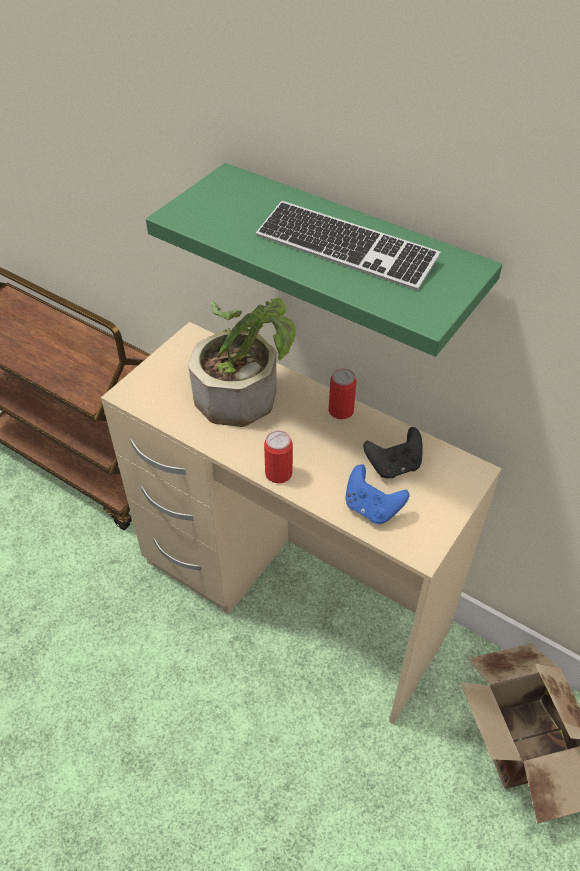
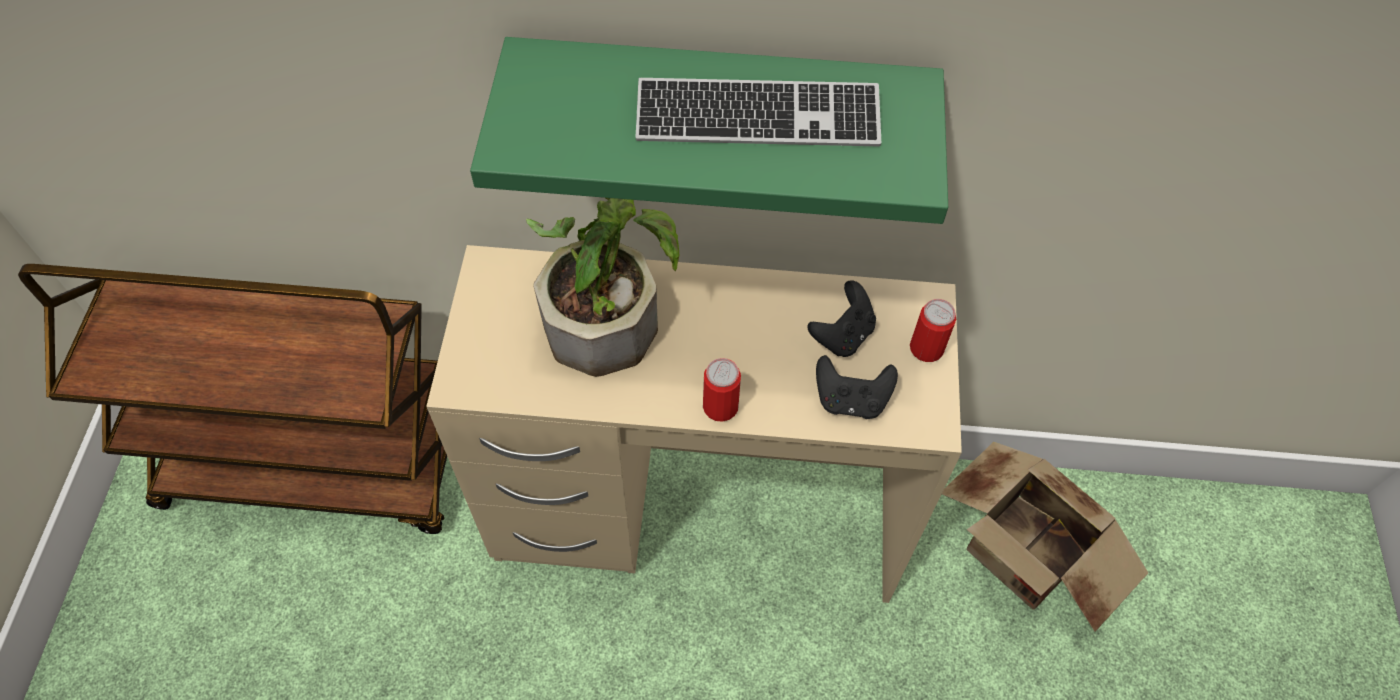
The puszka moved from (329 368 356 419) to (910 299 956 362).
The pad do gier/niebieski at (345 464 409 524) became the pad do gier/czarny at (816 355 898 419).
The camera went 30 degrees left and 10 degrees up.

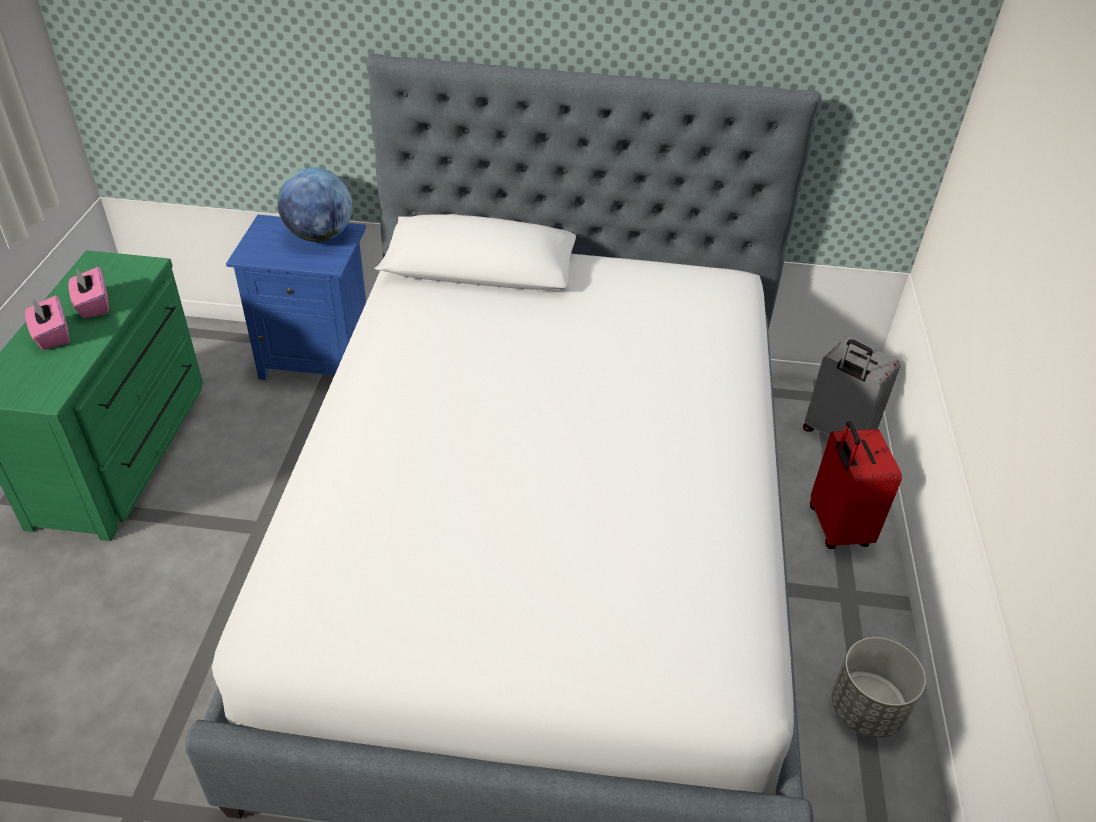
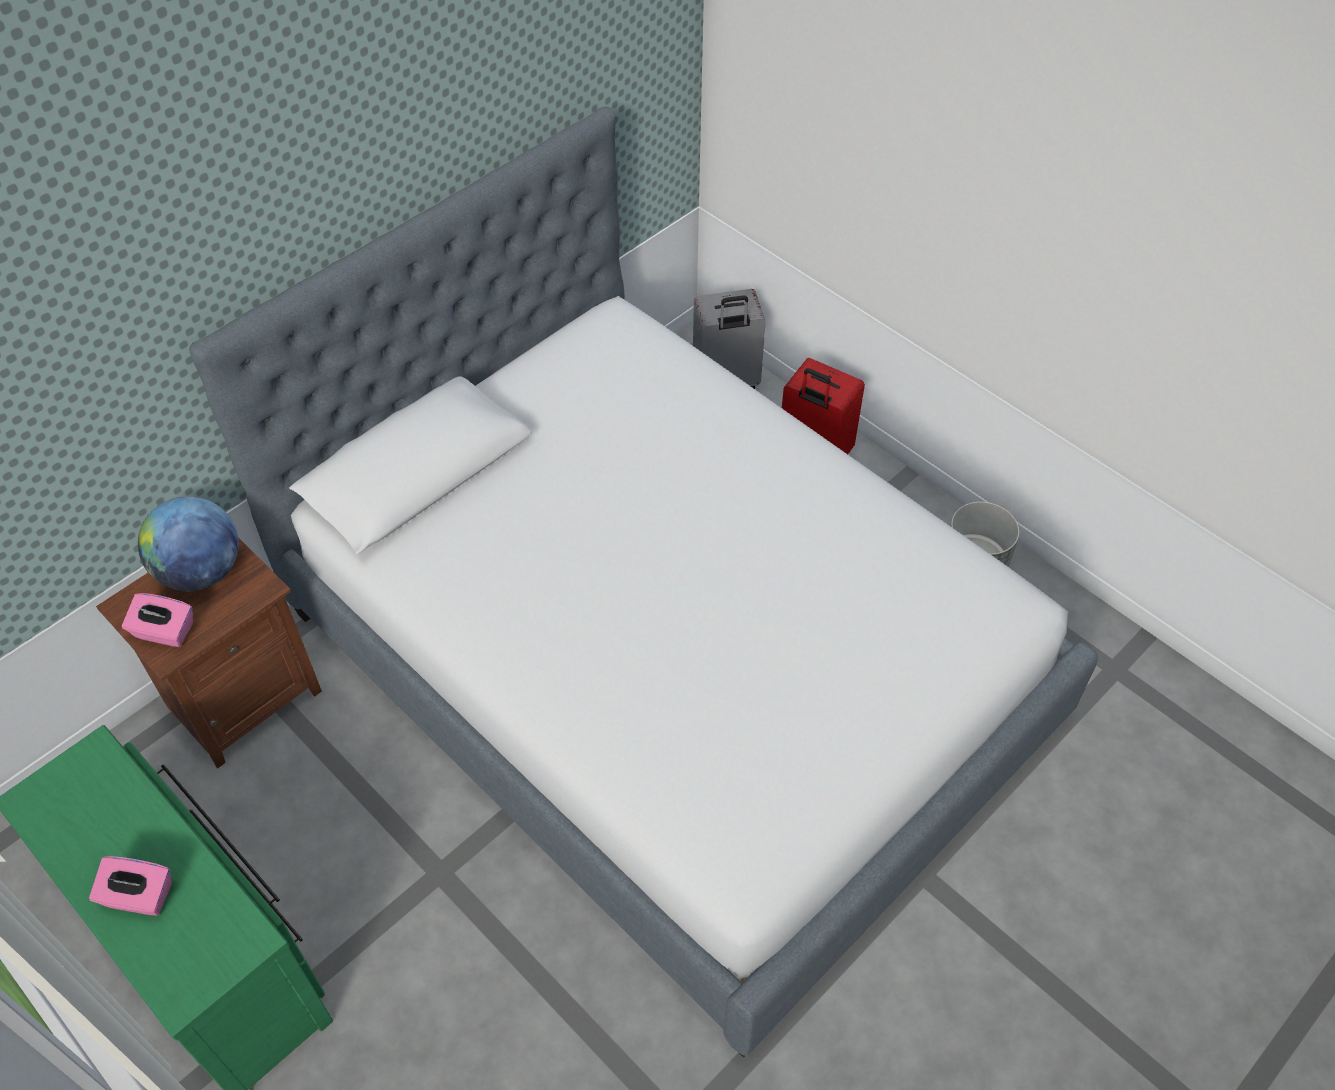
The pudełko chusteczek/różowy moved from (68 267 109 318) to (122 593 193 647).
The szafka nocna/niebieski at (226 215 366 380) became the szafka nocna/brązowy at (96 537 322 769).
The camera went 50 degrees left and 10 degrees up.

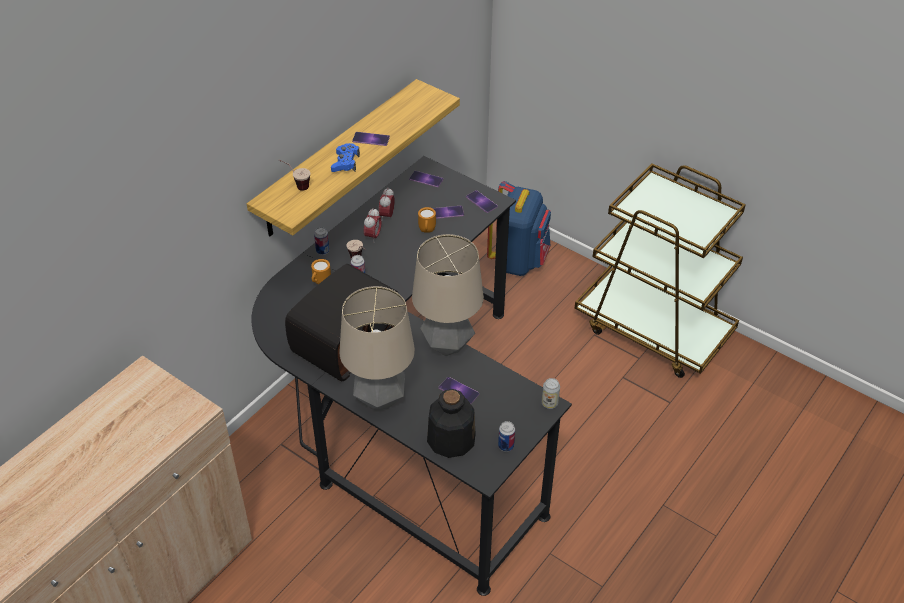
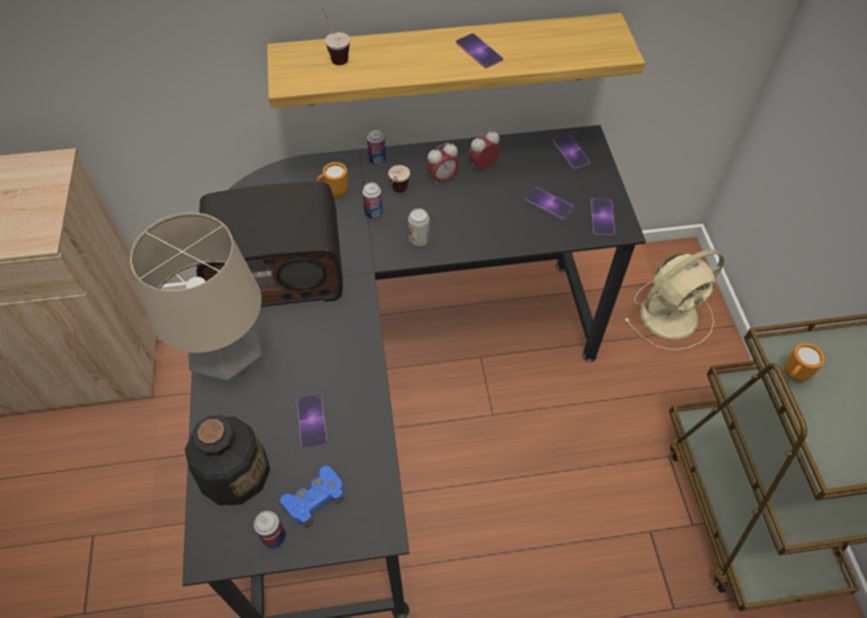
The lampa stołowa at (412 234 484 356) disappeared.
The pad do gier/niebieski moved from (331 143 360 172) to (280 466 344 528).
The kubek/pomarańczowy moved from (418 207 436 233) to (784 343 825 382).
The puszka moved from (542 378 560 409) to (408 208 430 247).
The plecak/niebieski at (487 181 551 276) was replaced by the wentylator/beżowy at (624 249 724 351).
The camera went 45 degrees right and 10 degrees up.

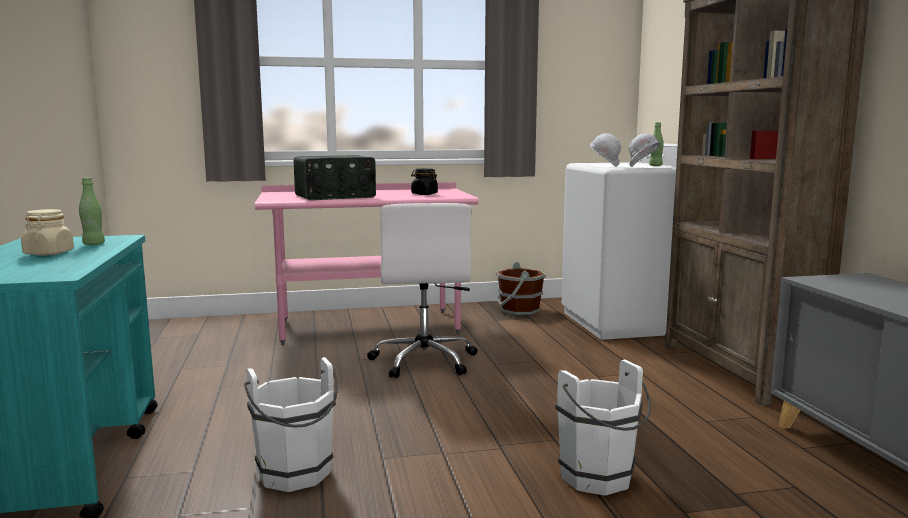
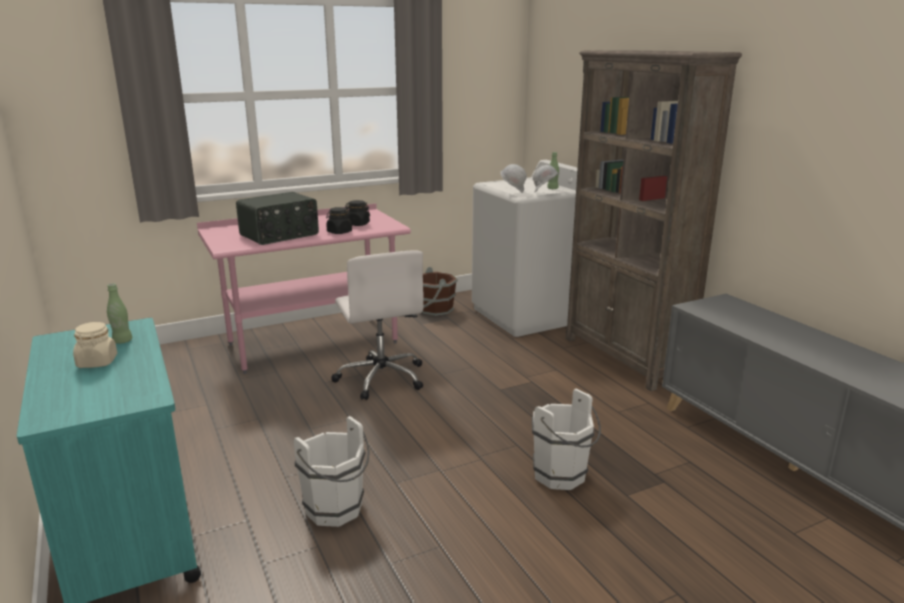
The słoik/czarny at (326 207 352 234) appeared.
The camera went 15 degrees left and 10 degrees up.

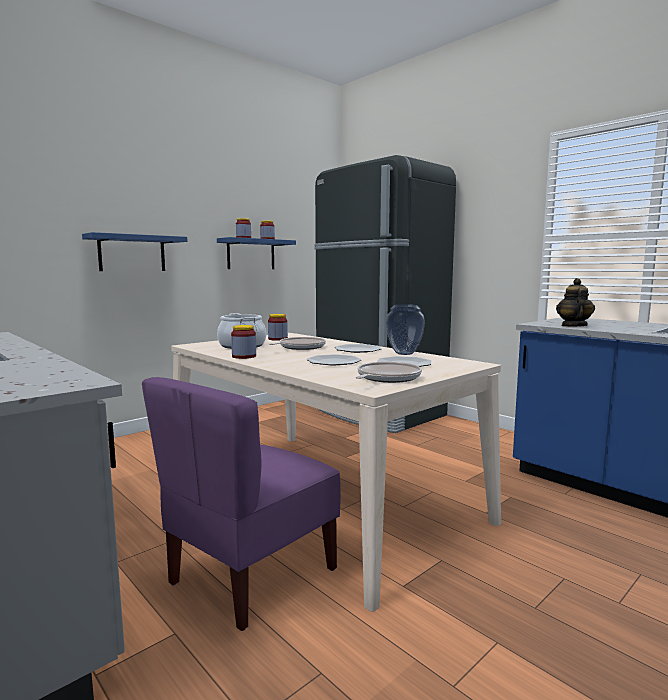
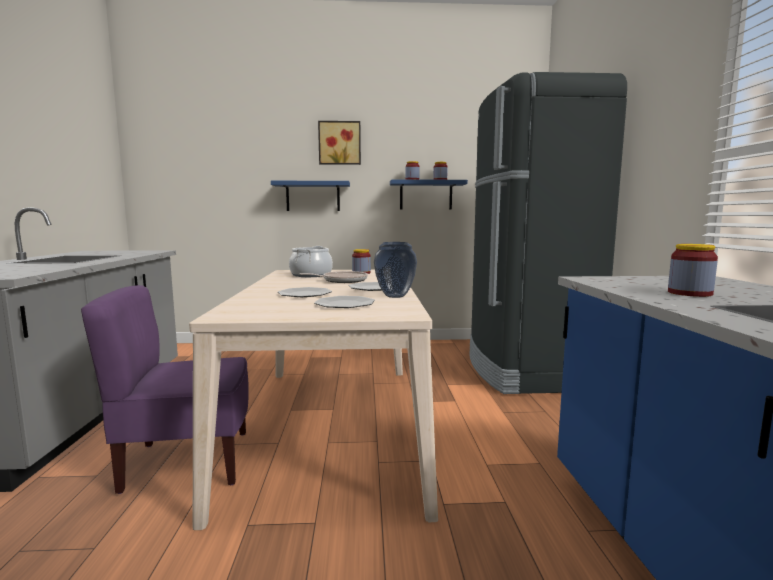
The patelnia at (356 362 422 383) disappeared.
The imbryk at (556 278 595 327) disappeared.
The obraz at (318 121 361 165) appeared.
The słoik moved from (231 325 256 359) to (668 244 718 297).
The camera went 40 degrees right and 0 degrees up.

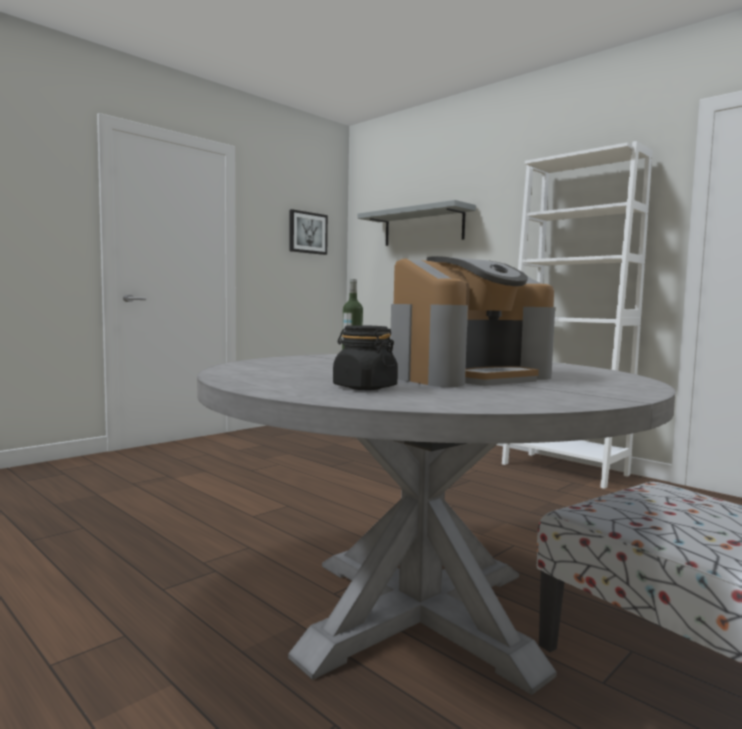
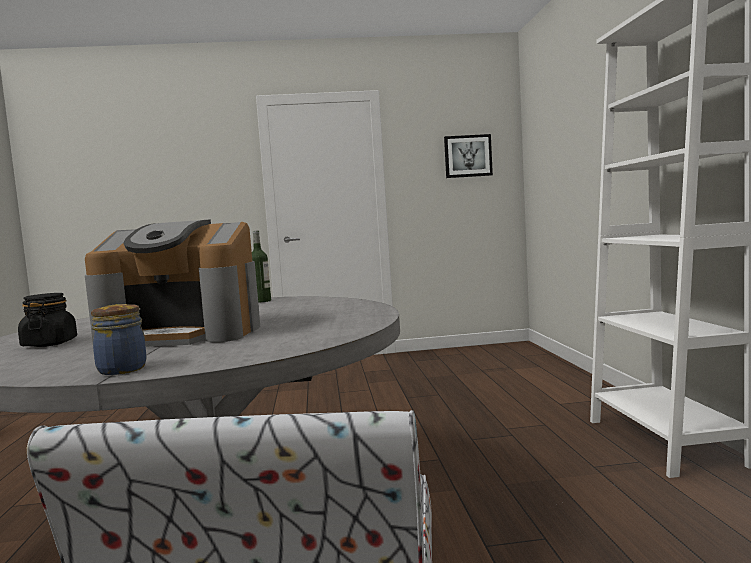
The półka/szary at (357 200 476 246) disappeared.
The słoik at (91 304 147 375) appeared.
The camera went 40 degrees right and 0 degrees up.

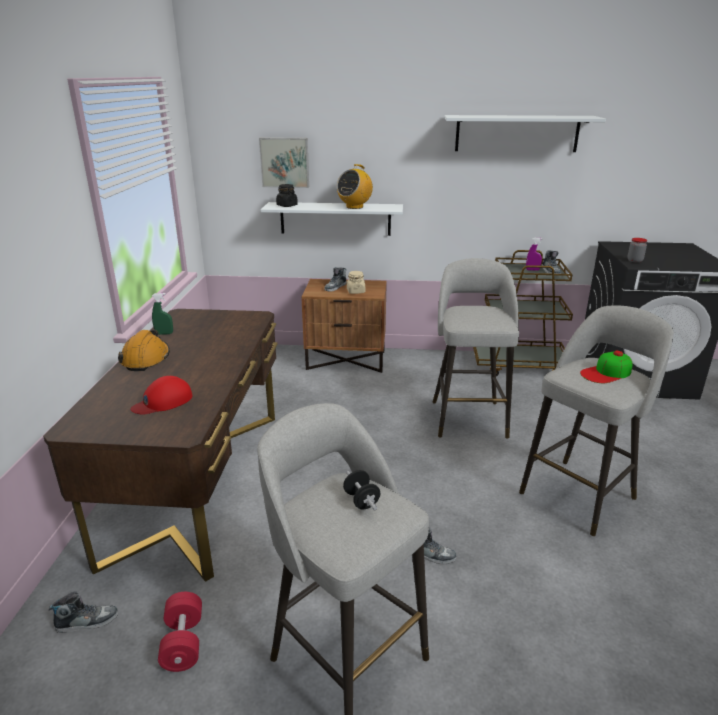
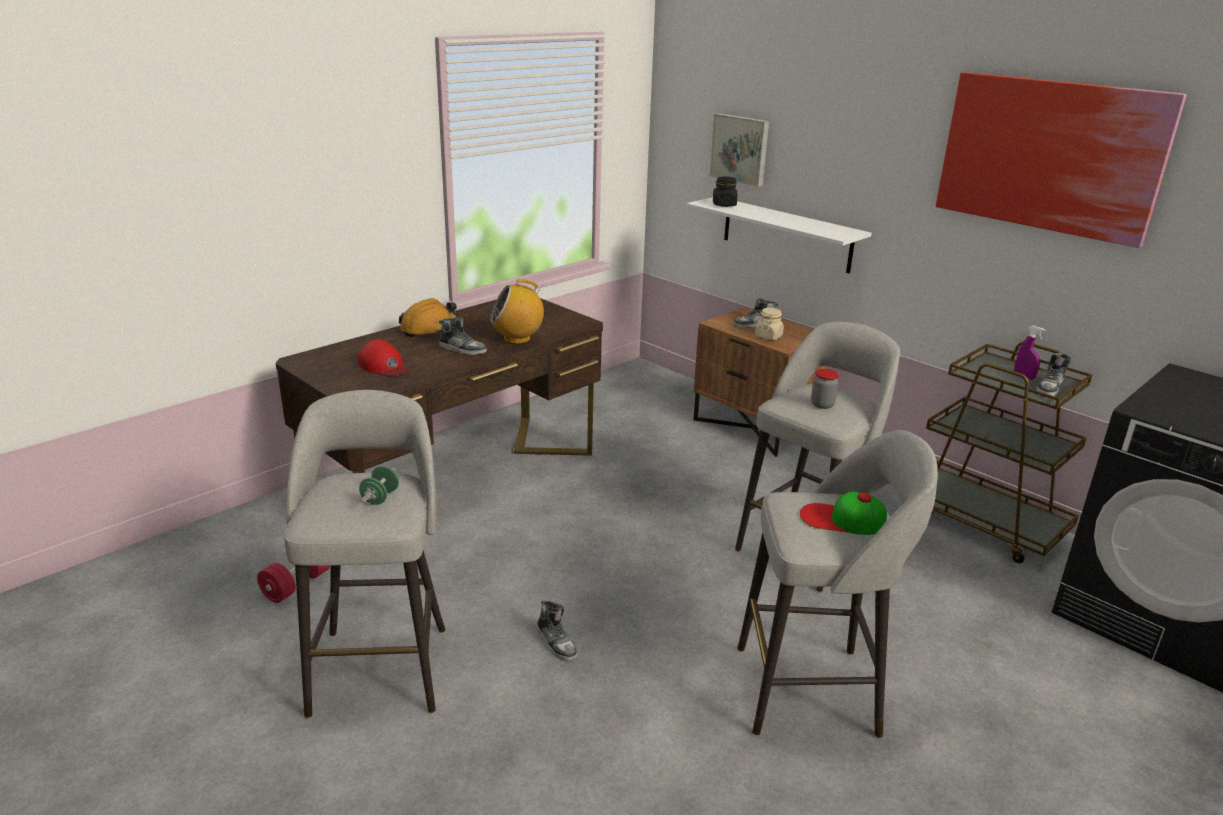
The spryskiwacz/zielony at (152 293 173 335) disappeared.
The but moved from (49 591 118 633) to (439 317 487 355).
The radio moved from (337 164 373 209) to (490 279 544 344).
The słoik moved from (627 238 647 263) to (811 369 839 409).
The półka/biały at (444 115 606 152) was replaced by the obraz at (936 72 1187 248).
The hantel/czarny at (343 470 380 510) became the hantel/zielony at (359 466 399 505).
The czapka z daszkiem/czerwony at (130 376 192 415) turned 135 degrees counterclockwise.
The camera went 40 degrees right and 0 degrees up.

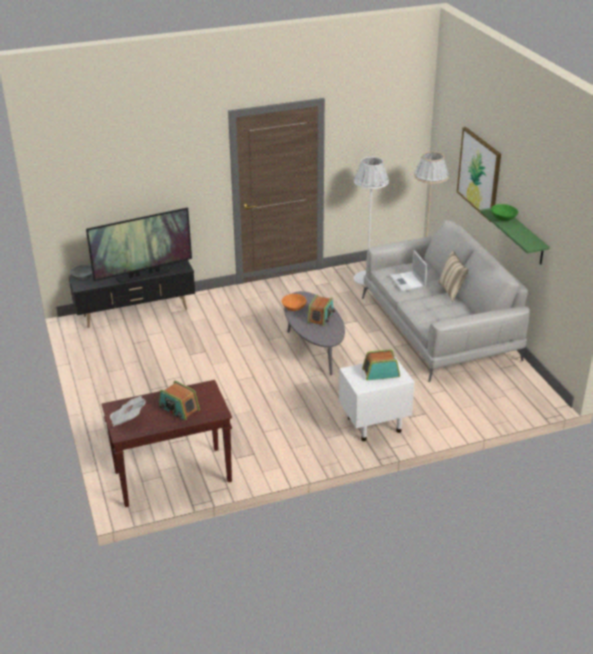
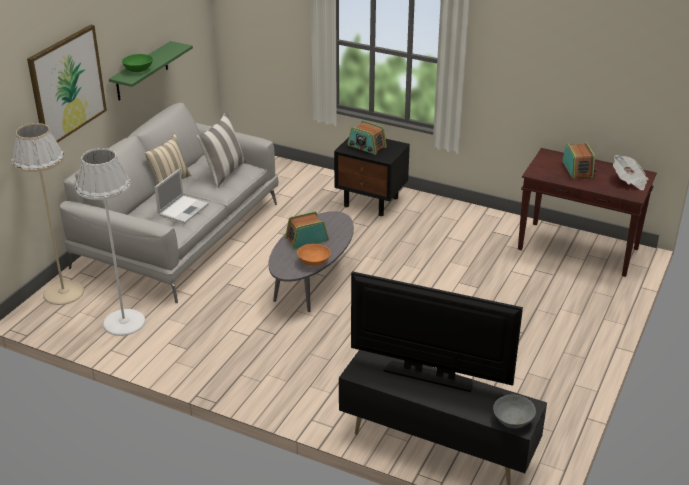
The poduszka at (196 111 246 188) appeared.
The szafka nocna/biały at (339 357 415 441) became the szafka nocna/czarny at (334 137 410 216).
The camera went 135 degrees left and 0 degrees up.

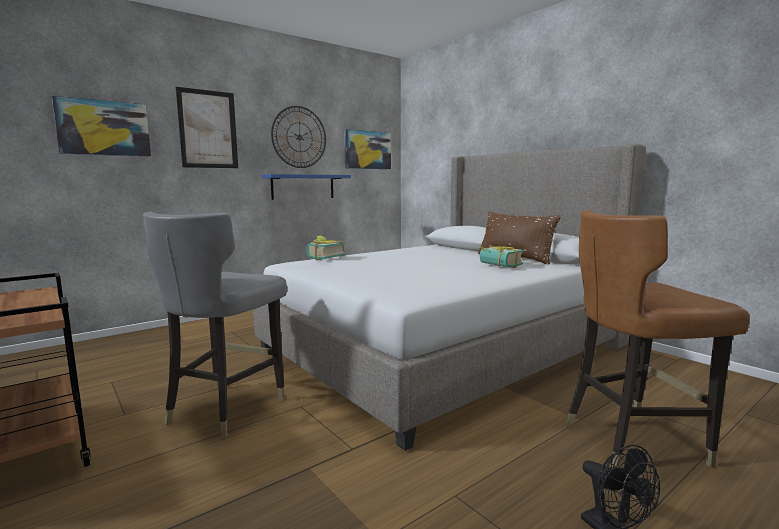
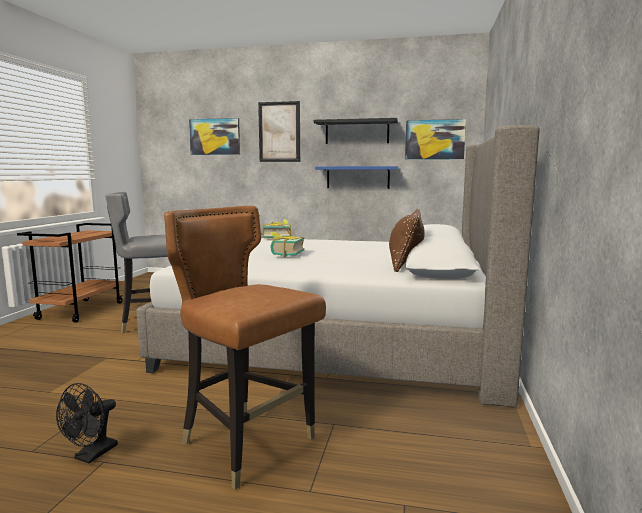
The książka moved from (480 245 524 268) to (270 232 305 257).
The zegar ścienny at (271 106 326 168) was replaced by the półka/czarny at (314 118 398 144).
The camera went 50 degrees right and 0 degrees up.

